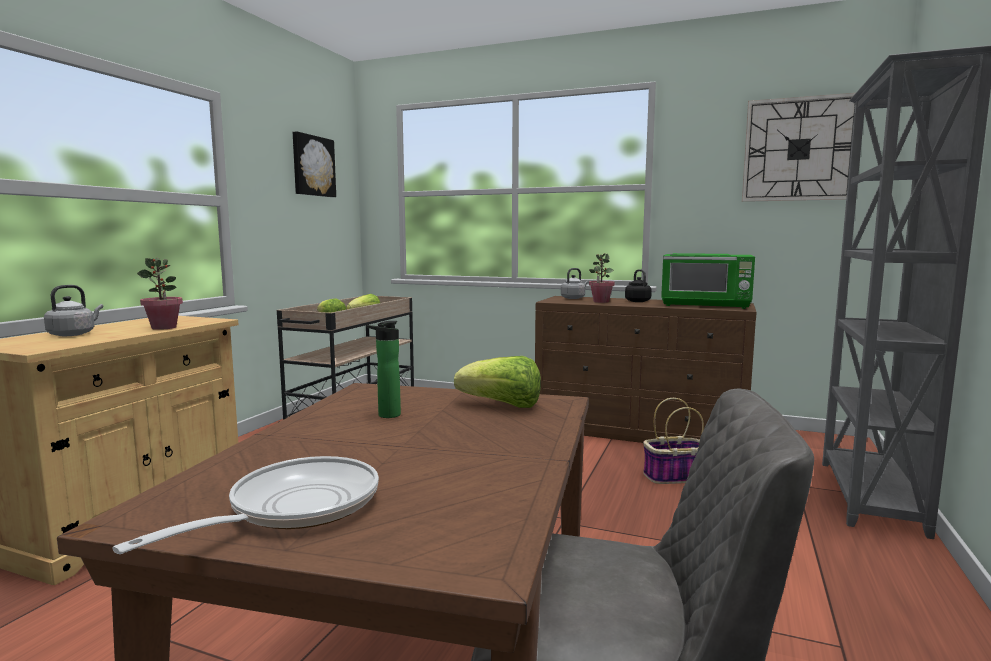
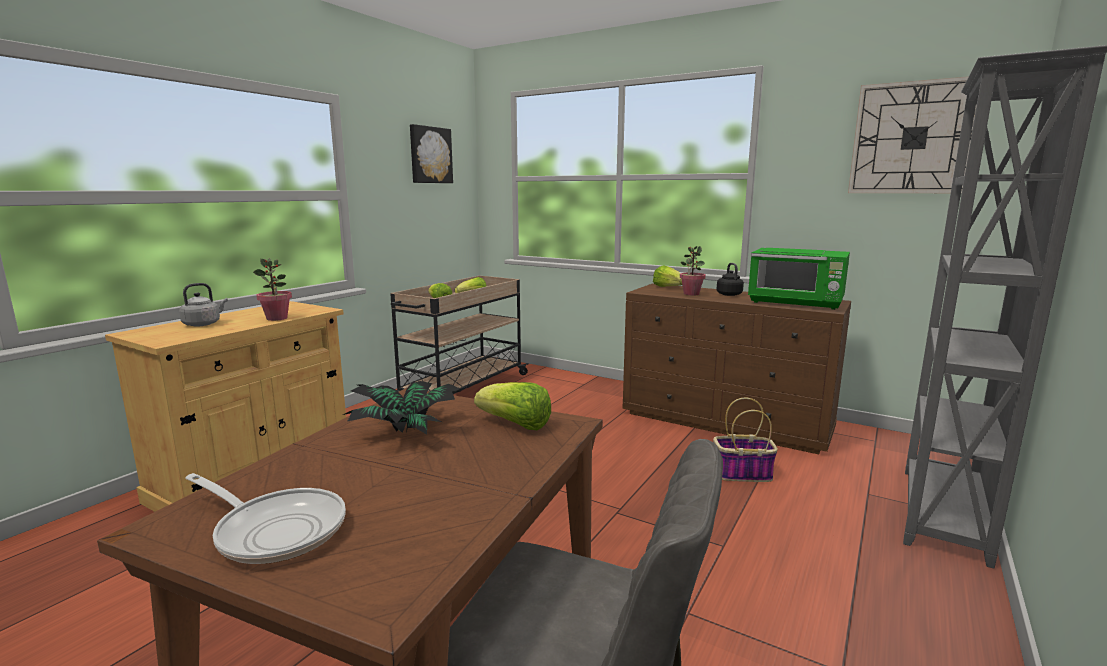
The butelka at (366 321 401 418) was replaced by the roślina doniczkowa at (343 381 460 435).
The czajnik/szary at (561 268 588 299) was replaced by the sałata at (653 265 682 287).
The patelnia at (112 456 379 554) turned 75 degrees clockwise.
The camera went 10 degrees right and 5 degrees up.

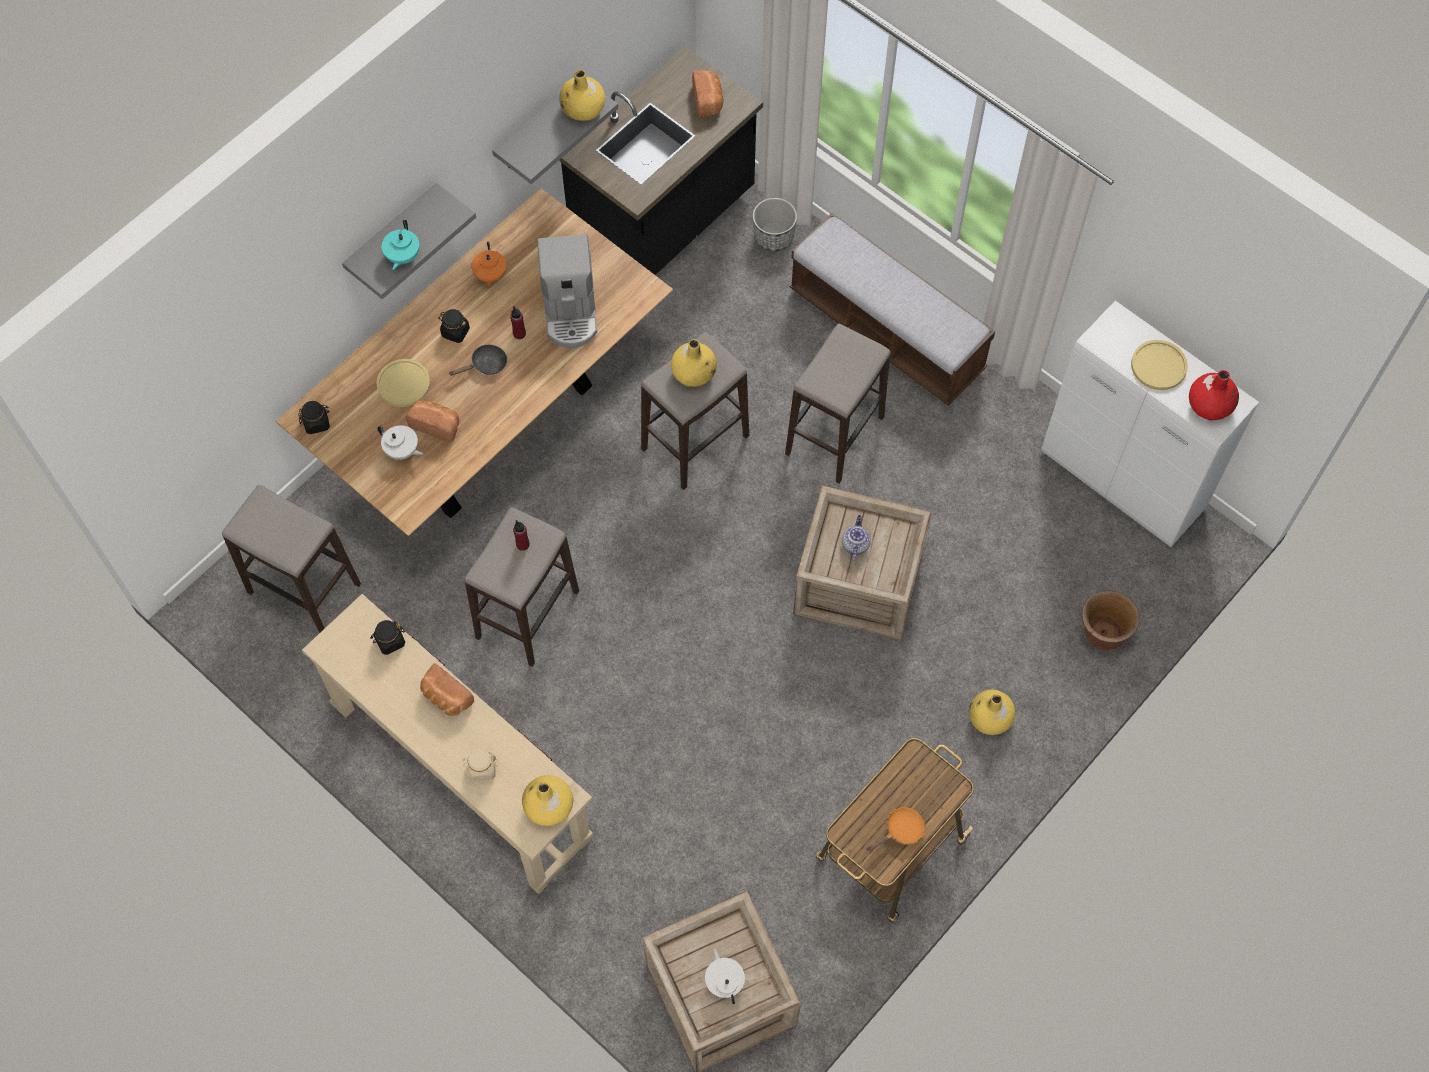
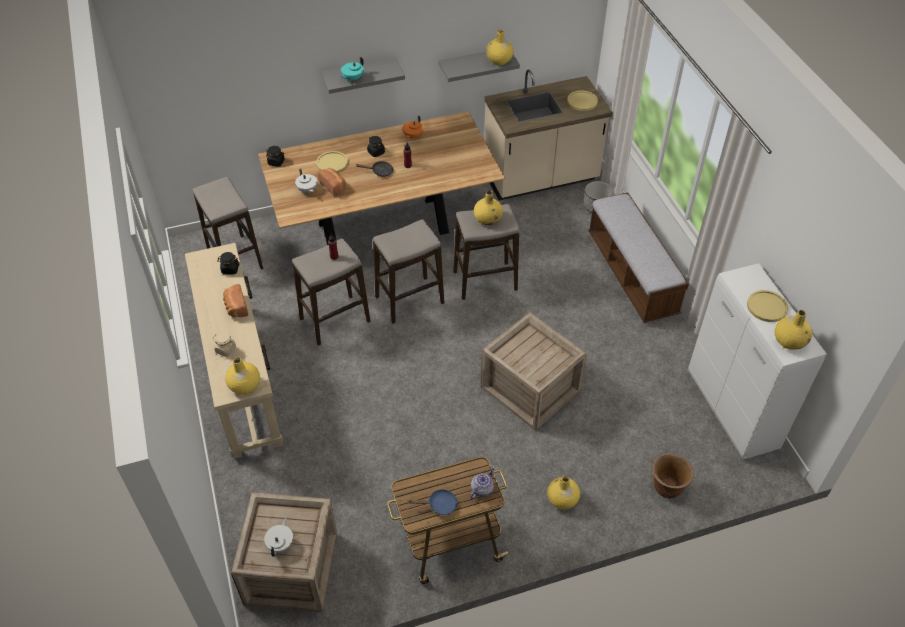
The ekspres do kawy at (537 234 597 348) disappeared.
The stołek moved from (785 324 890 484) to (373 219 444 324).
The imbryk moved from (842 515 871 562) to (470 468 495 499).
The chleb at (692 70 723 118) was replaced by the talerz/żółty at (567 90 598 111).
The zabudowa kuchenna/czarny at (559 46 763 275) became the zabudowa kuchenna/beżowy at (484 69 613 200).
The patelnia/pomarańczowy at (867 807 925 851) became the patelnia/niebieski at (407 489 458 515).
The wazon/czerwony at (1189 370 1239 421) became the wazon/żółty at (774 310 812 350).
The camera went 30 degrees right and 15 degrees down.

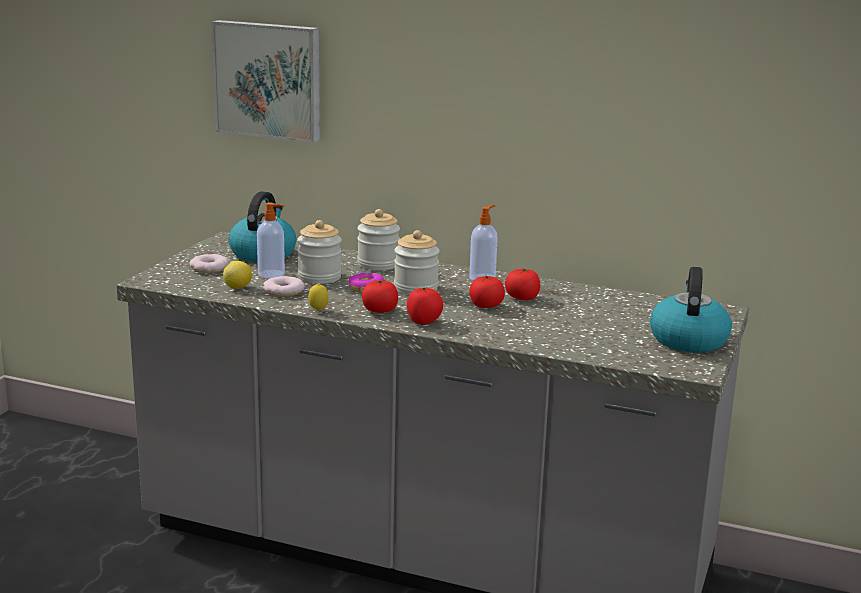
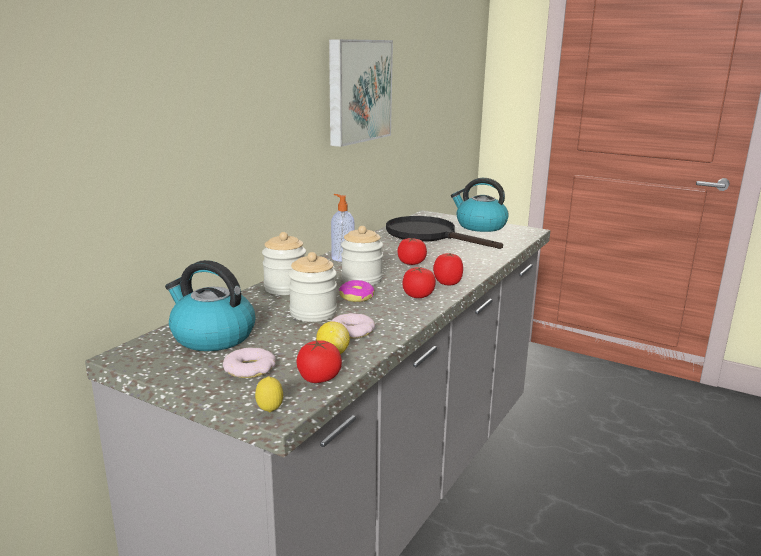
The dozownik mydła at (257 202 285 278) disappeared.
The patelnia/czarny at (386 216 503 249) appeared.
The obraz moved from (212 20 320 143) to (329 39 393 147).
The cytryna moved from (308 283 329 311) to (255 376 283 412).
The pomidor moved from (505 269 540 300) to (296 340 342 383).
The camera went 80 degrees left and 0 degrees up.

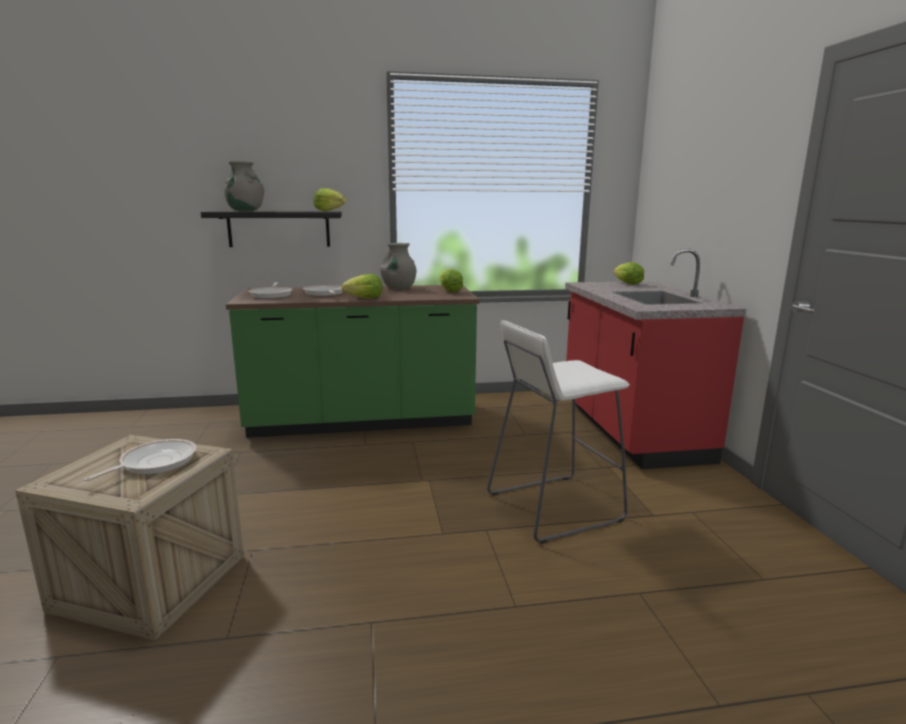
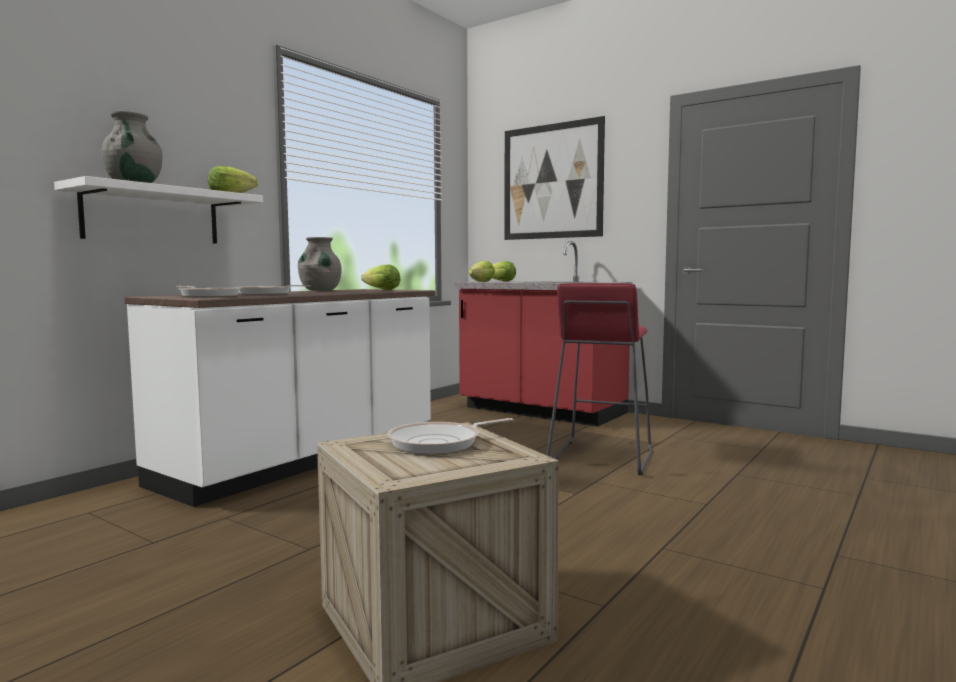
The obraz at (505 116 605 240) appeared.
The sałata moved from (341 274 382 299) to (468 261 495 282).
The półka/czarny at (201 211 342 247) became the półka/biały at (54 176 263 244).
The zabudowa kuchenna/zielony at (226 285 479 438) became the zabudowa kuchenna/biały at (125 289 435 507).
The stołek/biały at (487 320 630 544) became the stołek/czerwony at (546 283 652 475).
The patelnia at (84 439 197 481) turned 105 degrees counterclockwise.
The camera went 45 degrees left and 10 degrees down.

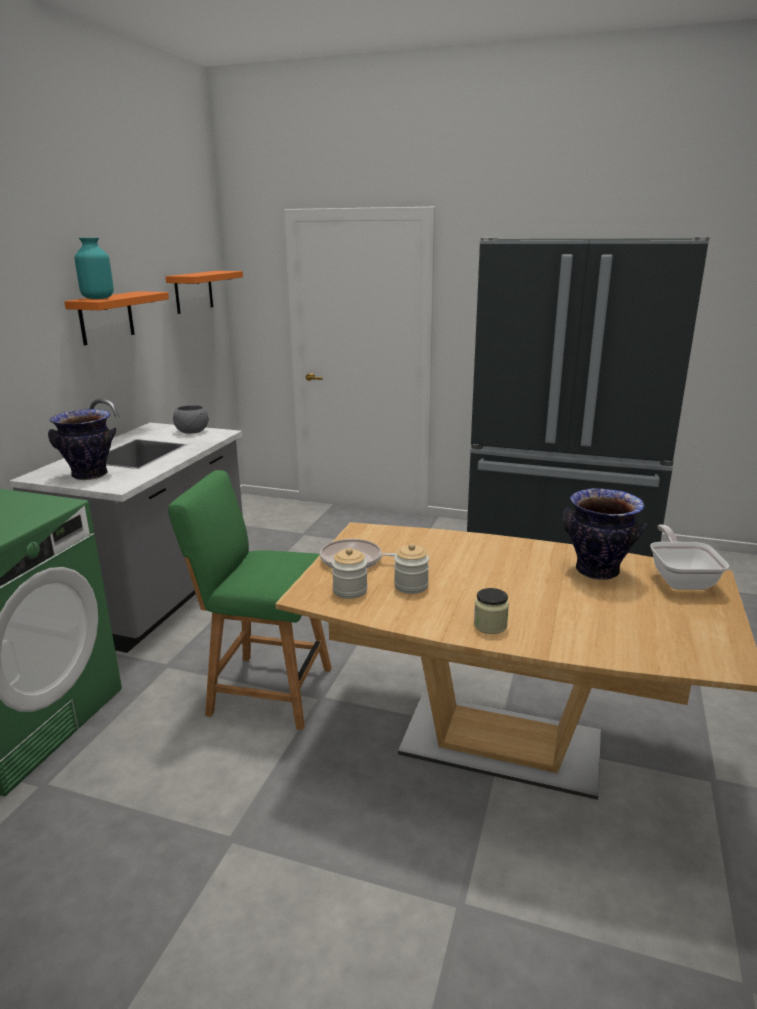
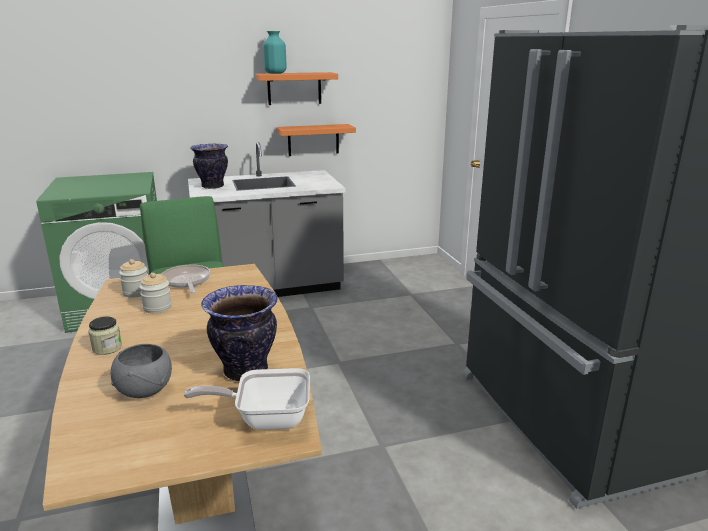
The półka/pomarańczowy moved from (165 271 243 314) to (276 124 356 156).
The miska/szary moved from (173 405 209 434) to (110 344 172 398).
The patelnia at (650 525 729 590) turned 150 degrees counterclockwise.
The camera went 55 degrees right and 0 degrees up.

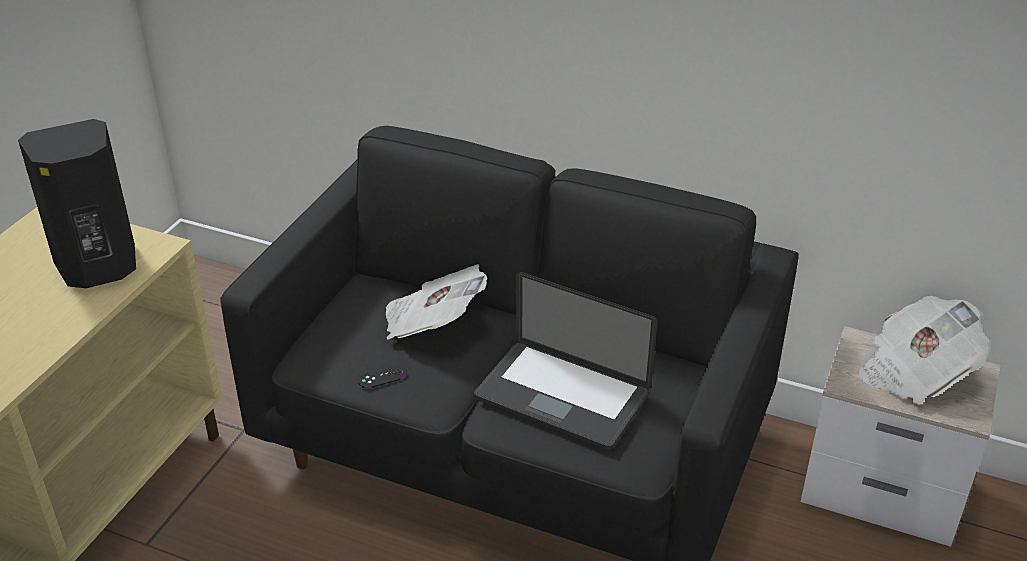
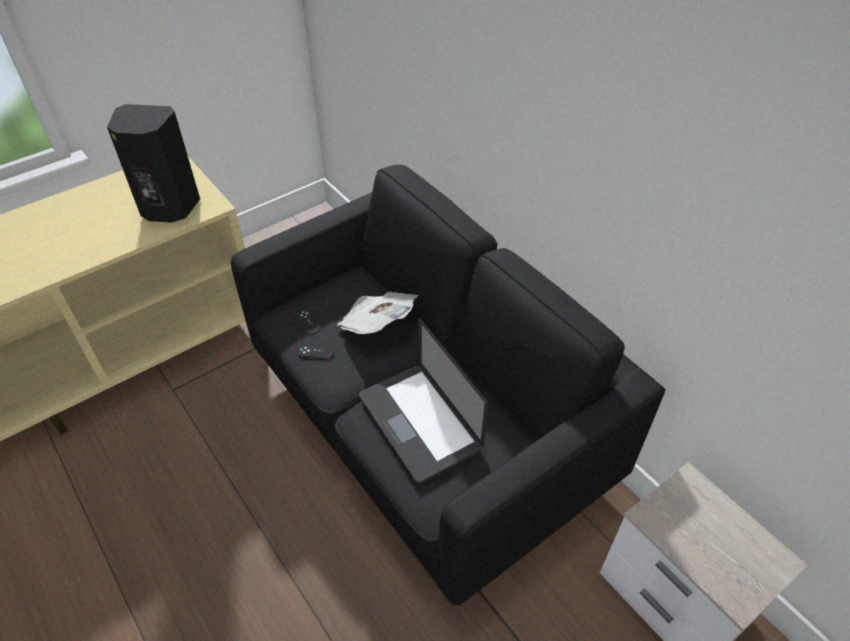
The gazeta at (859 296 989 405) disappeared.
The pad do gier/czarny at (297 309 320 334) appeared.
The camera went 30 degrees right and 10 degrees up.

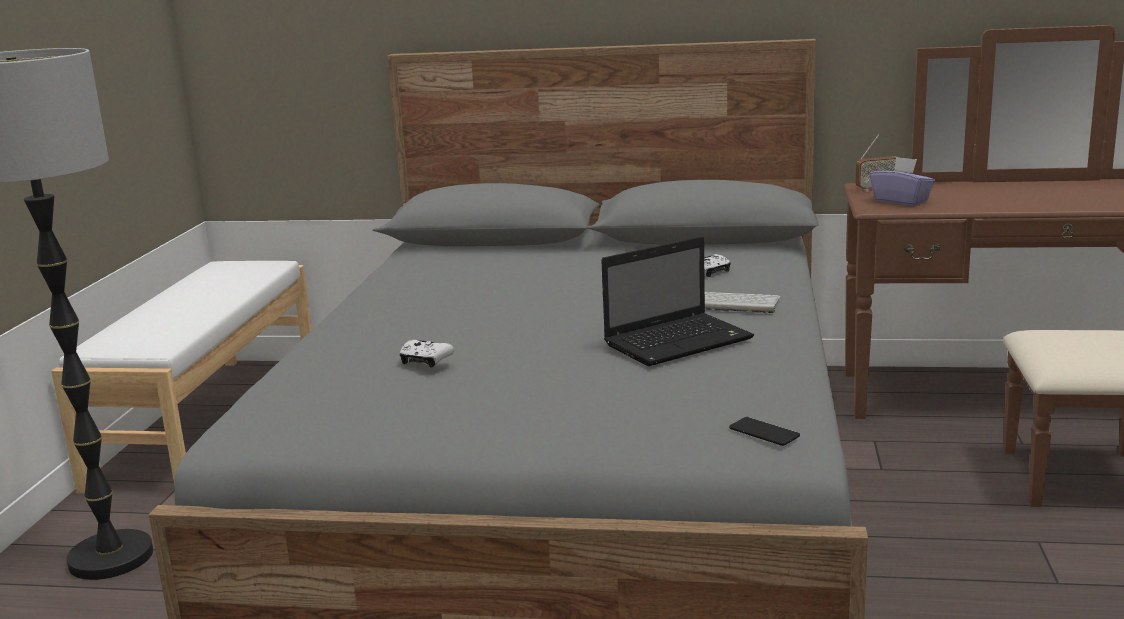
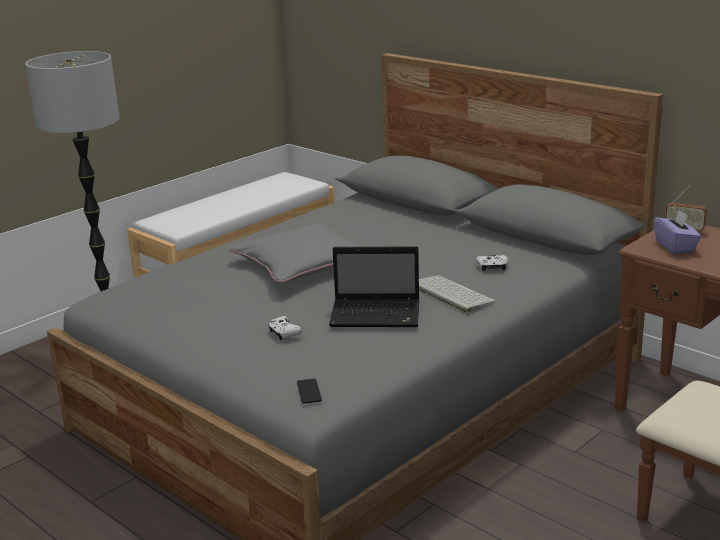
The poduszka/szary at (229 223 363 283) appeared.
The pad do gier/biały moved from (400 340 455 368) to (268 316 302 340).
The camera went 35 degrees right and 5 degrees up.

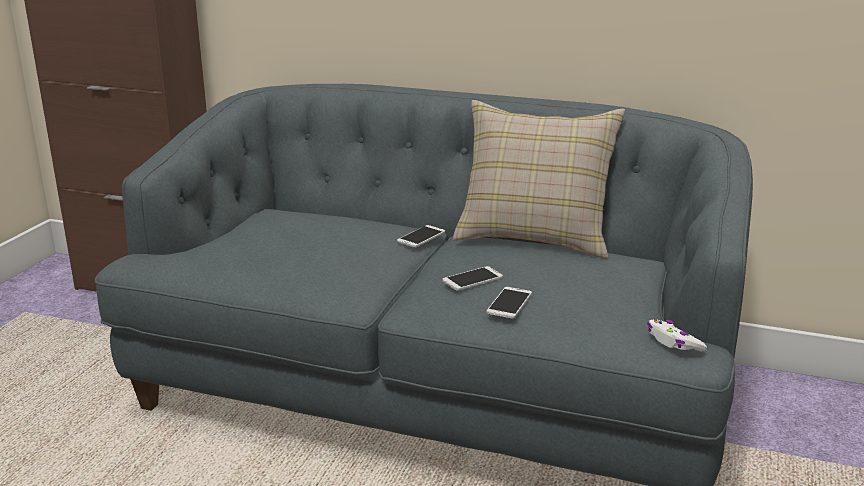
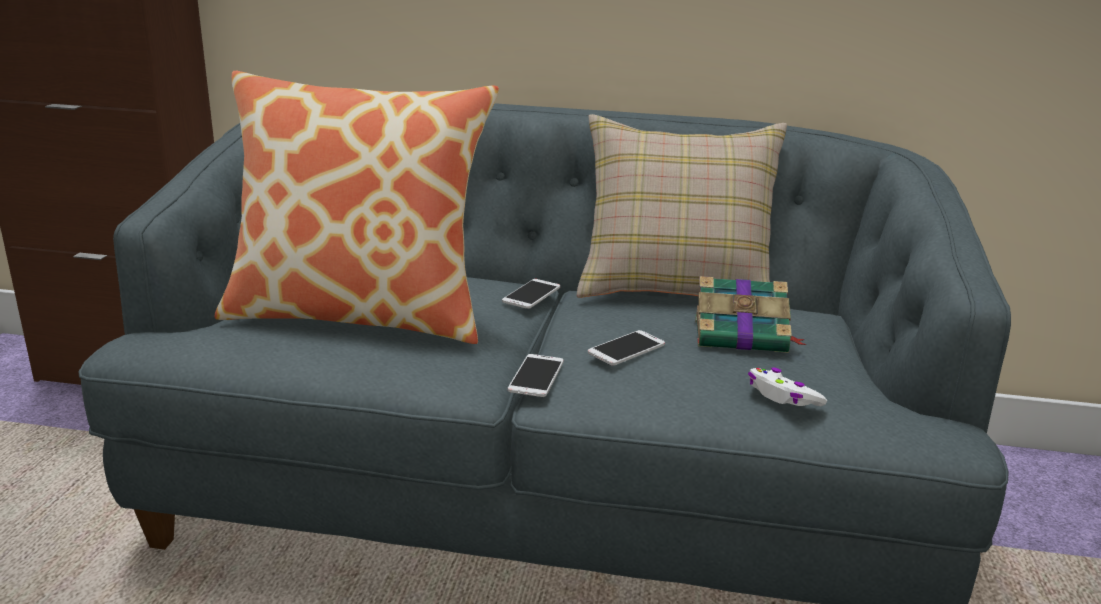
The poduszka at (215 71 499 344) appeared.
The książka at (695 276 806 353) appeared.
The telefon moved from (486 287 532 319) to (508 354 564 397).
The pad do gier/biały moved from (647 319 707 351) to (748 367 827 407).
The camera went 10 degrees left and 0 degrees up.

